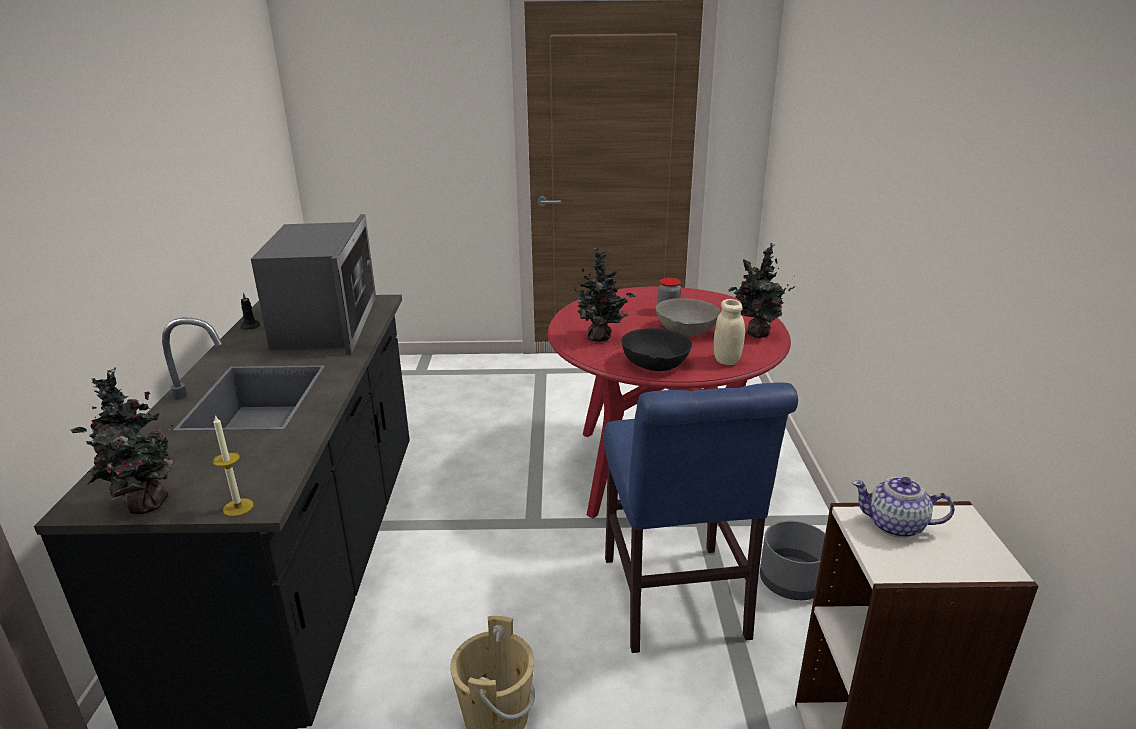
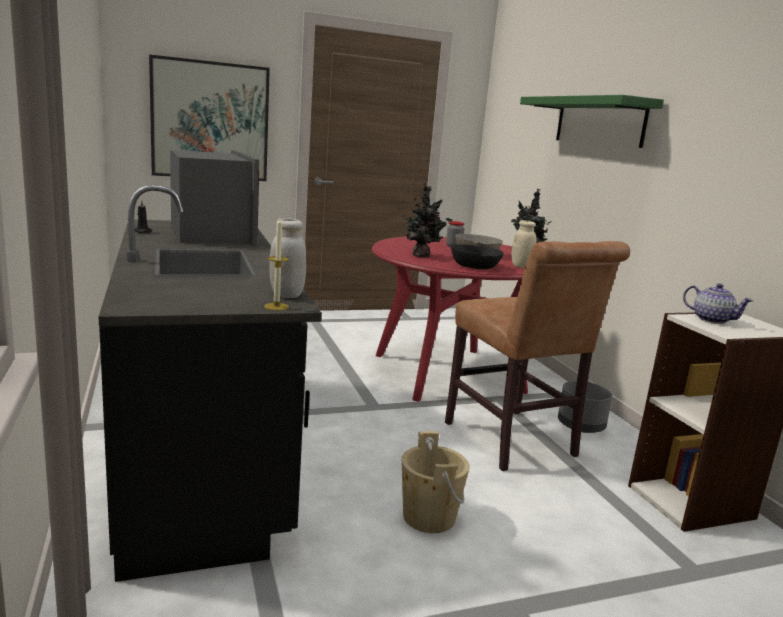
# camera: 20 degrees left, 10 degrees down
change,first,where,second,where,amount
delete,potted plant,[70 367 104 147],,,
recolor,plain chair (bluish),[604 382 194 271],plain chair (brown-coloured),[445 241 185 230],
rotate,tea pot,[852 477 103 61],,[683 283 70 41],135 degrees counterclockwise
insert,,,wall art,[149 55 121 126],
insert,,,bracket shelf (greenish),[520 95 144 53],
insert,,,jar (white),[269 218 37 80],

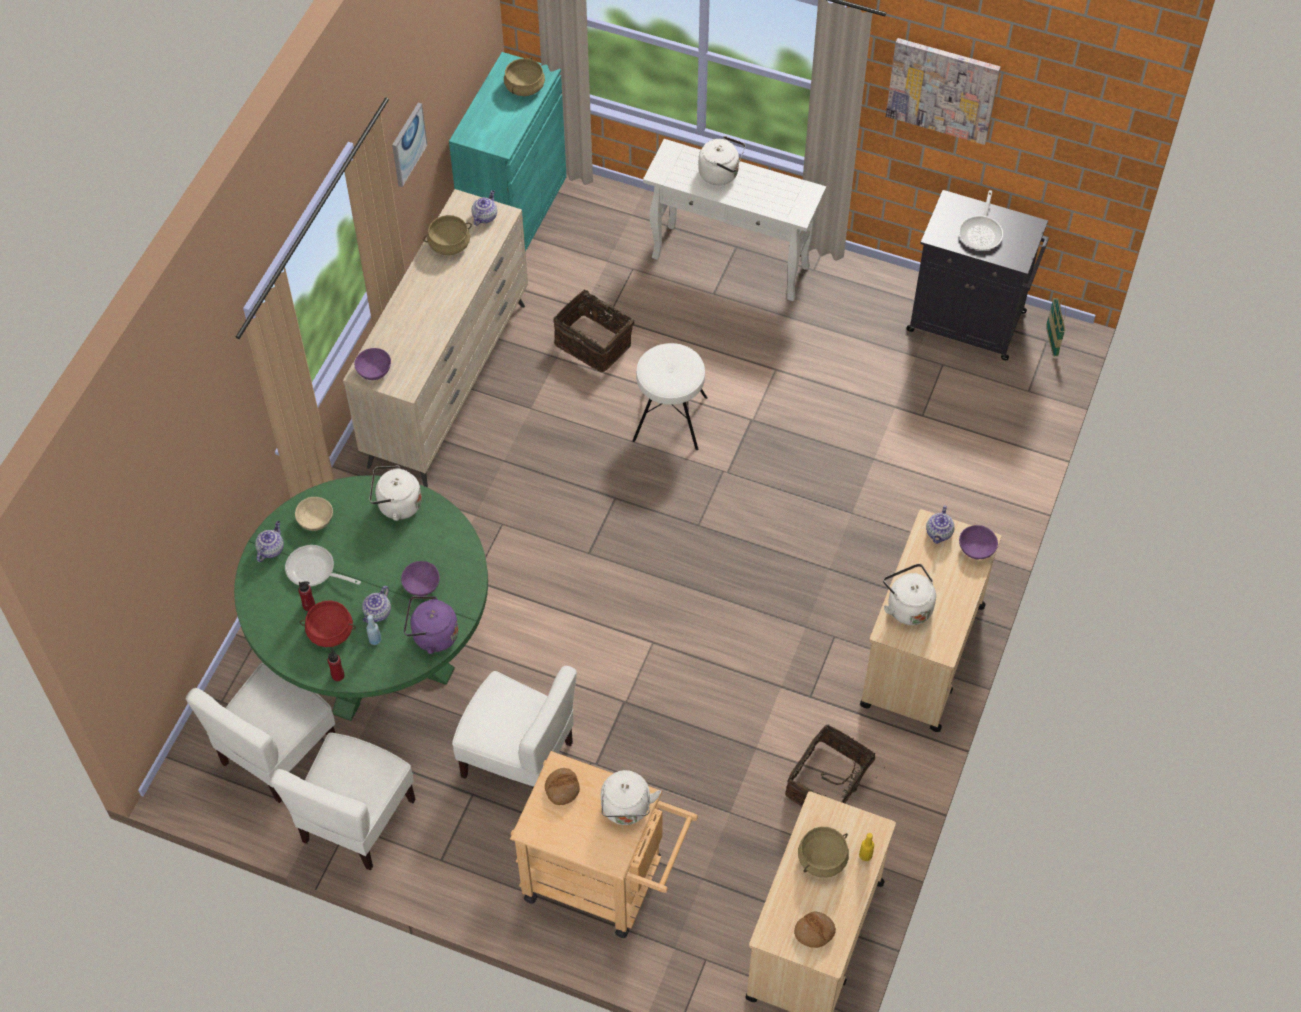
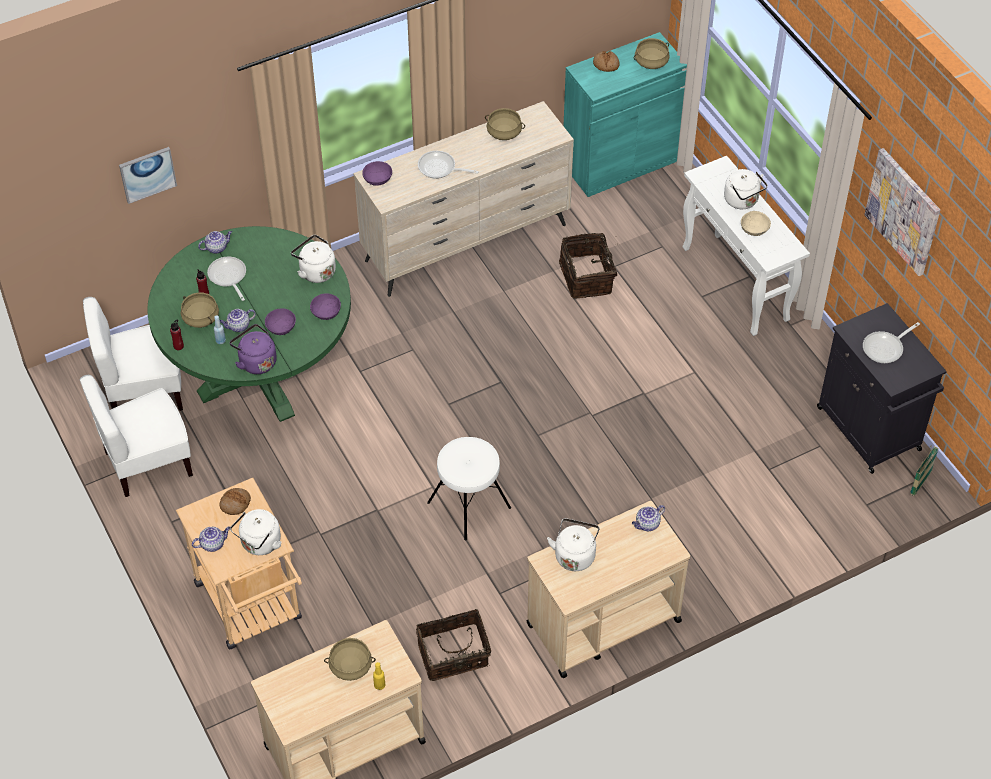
# camera: 40 degrees right, 5 degrees down
change,first,where,second,where,amount
move,wall art,[392 103 36 84],,[119 147 58 57],
move,tea pot,[472 190 25 36],,[192 527 38 25],
move,stool (white),[632 343 76 107],,[427 437 84 104],
move,serving bowl (sand-coloured),[295 497 38 34],,[741 211 30 25],
move,serving bowl (purple-coloured),[959 525 39 34],,[310 293 31 27],
recolor,stockpot (red),[300 600 56 47],stockpot (sand-coloured),[181 293 38 35],
delete,plain chair (white),[452 666 125 124],,,
move,bread,[794 911 42 37],,[593 51 27 21],
insert,,,pan,[418 151 61 28],

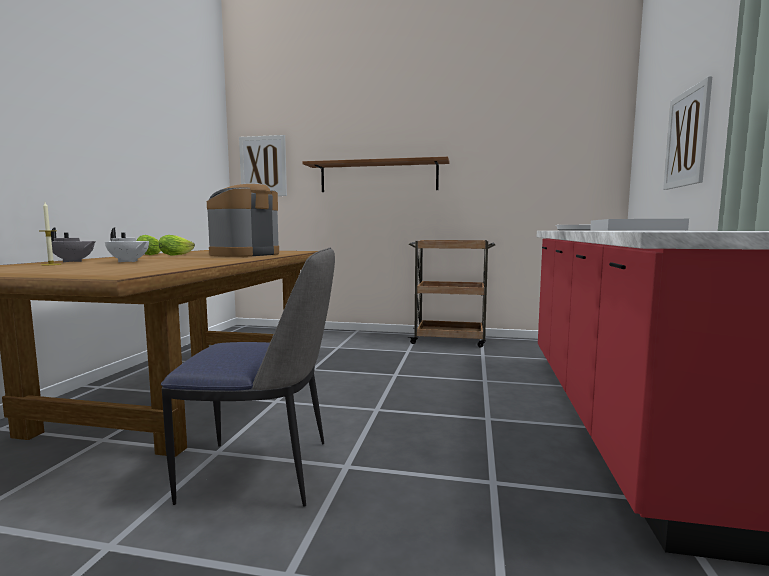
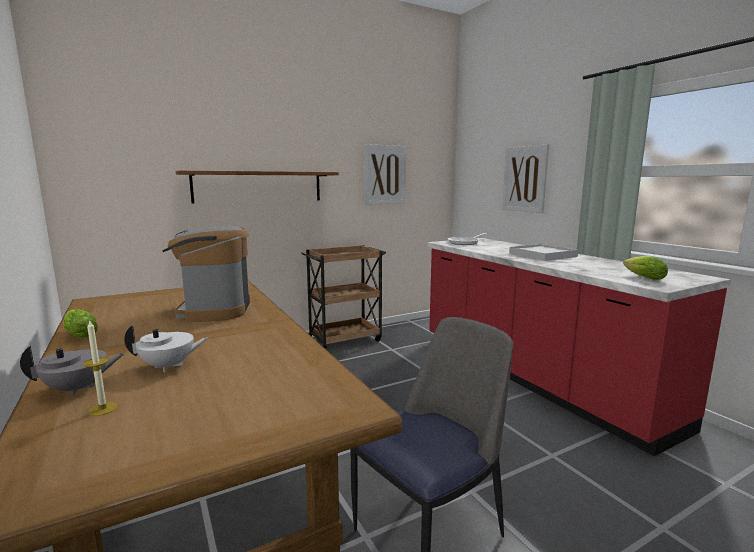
# camera: 40 degrees left, 5 degrees up
change,first,where,second,where,amount
move,wall art,[239 135 48 61],,[364 144 42 61],
move,head of lettuce,[158 235 37 21],,[623 256 45 24],

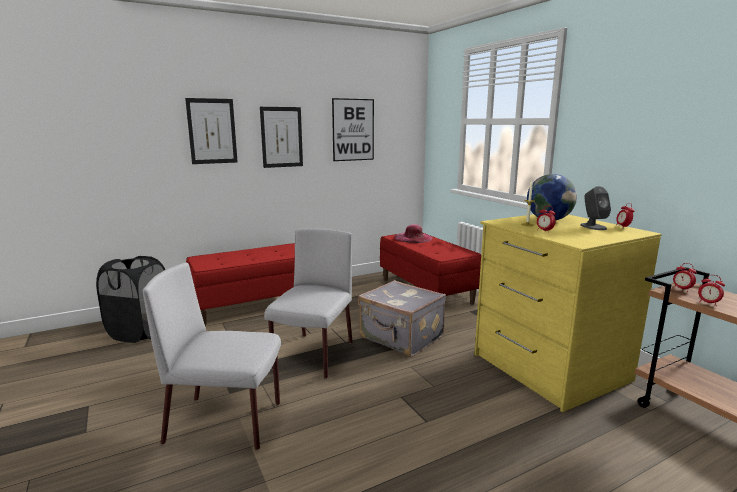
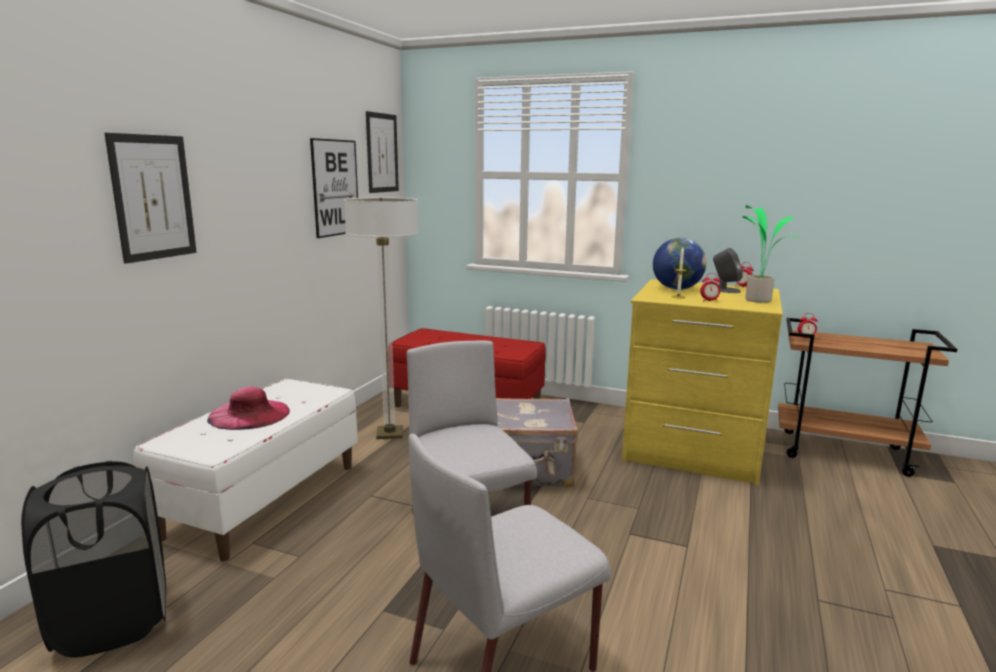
# camera: 40 degrees left, 0 degrees up
change,first,where,second,where,amount
move,wall art,[260 107 43 61],,[366 111 33 82],
move,hat (pinkish),[395 224 37 19],,[207 386 83 44],
recolor,long seat (red),[186 243 109 83],long seat (white),[133 379 225 182],
delete,alarm clock,[698 275 27 29],,,
insert,,,standing lamp,[344 197 74 242],
insert,,,potted plant,[743 205 56 98],

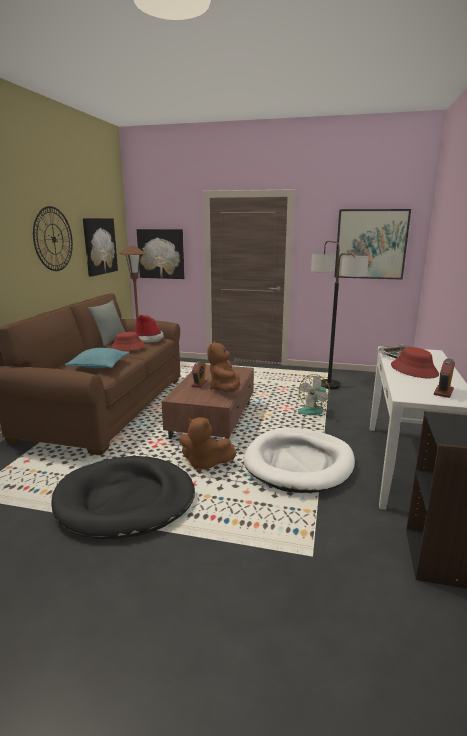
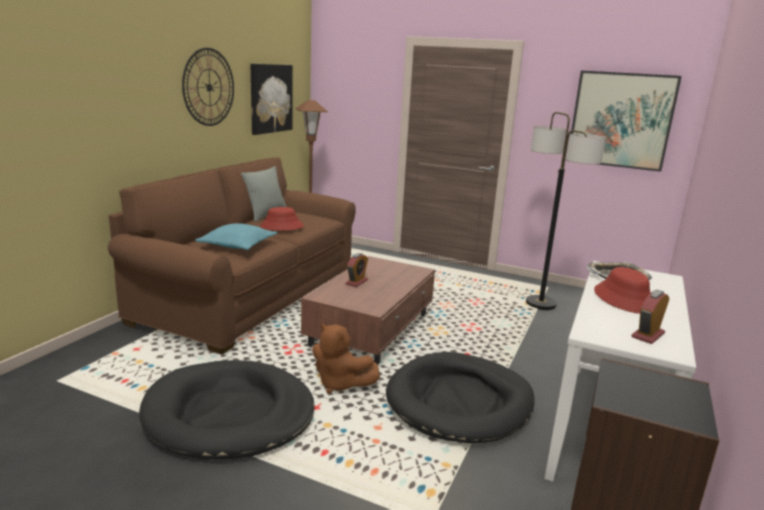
# camera: 10 degrees right, 0 degrees up
change,first,where,second,where,amount
delete,wall art,[137 229 48 50],,,
delete,hat,[134 315 30 28],,,
delete,plush toy (brown-coloured),[207 341 33 52],,,
delete,electric fan,[298 374 32 41],,,
recolor,dog cushion (white),[243 428 112 65],dog cushion (blackish),[386 352 148 91],

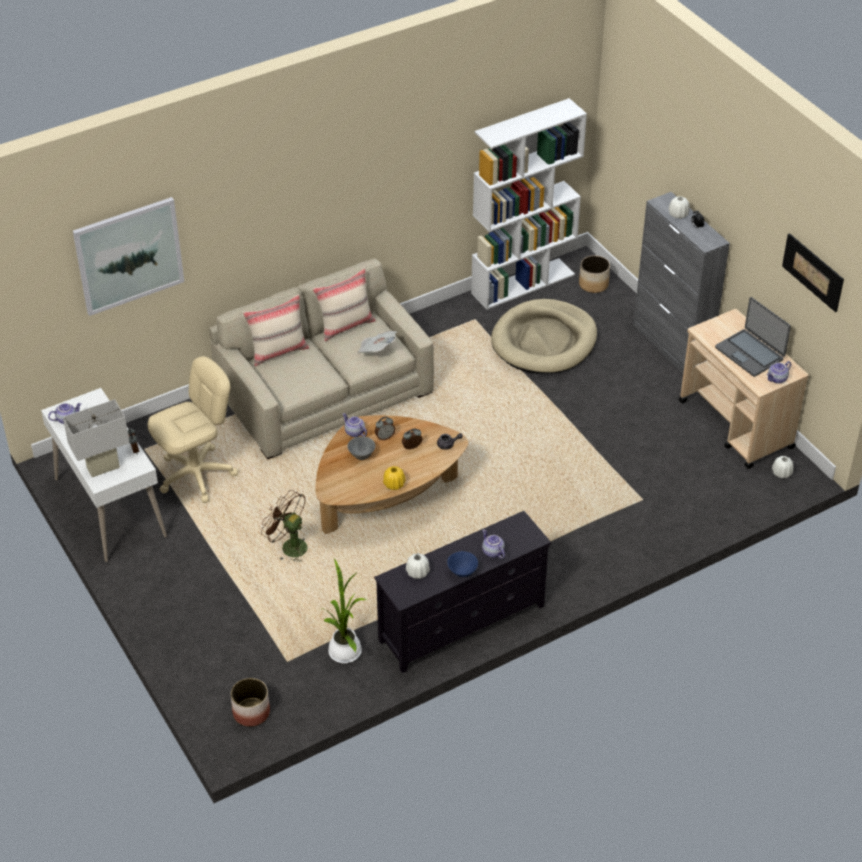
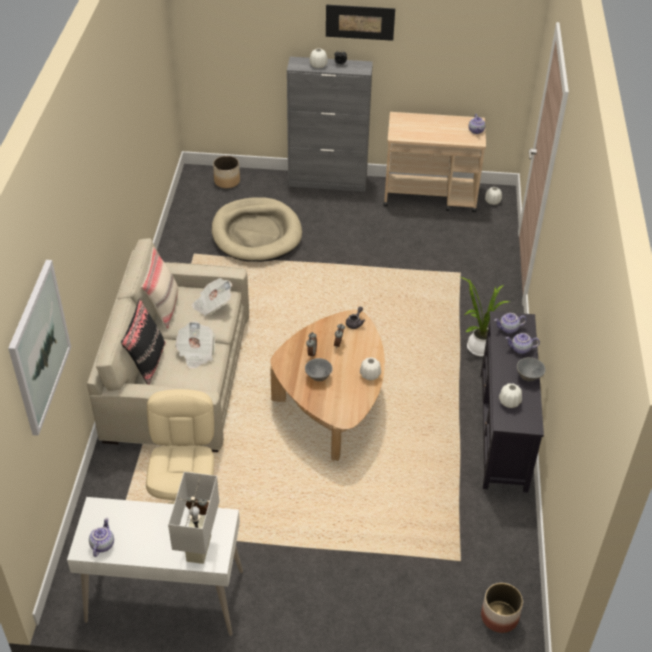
# camera: 55 degrees left, 0 degrees up
change,first,where,second,where,amount
delete,bookshelf (white),[471 98 116 212],,,
move,wall art,[782 233 62 79],,[326 5 69 36],
recolor,pillow (sand-coloured),[243 295 66 71],pillow (blackish),[121 299 45 86],
delete,notebook computer,[715 297 76 80],,,
move,tea pot,[343 413 24 24],,[494 313 33 21],
recolor,decorative vase (yellowish),[383 466 22 24],decorative vase (white),[360 357 21 23],
delete,electric fan (brown-coloured),[261 490 47 72],,,
recolor,serving bowl (bluish),[447 551 31 26],serving bowl (grey),[517 357 29 25],
move,potted plant,[321 559 46 104],,[461 277 49 79],
insert,,,printed paper,[175 321 40 48],

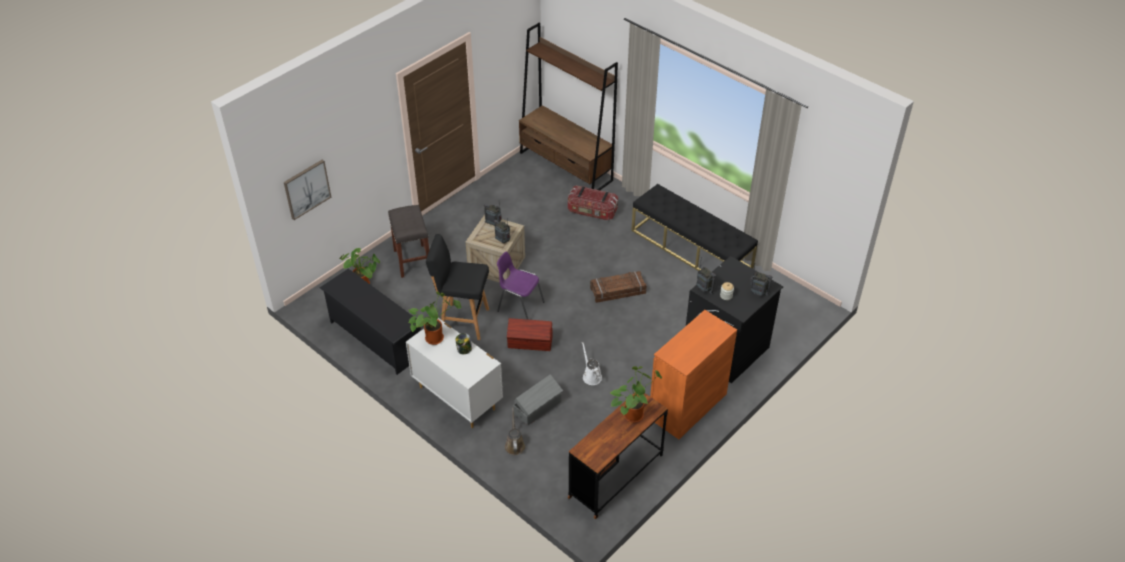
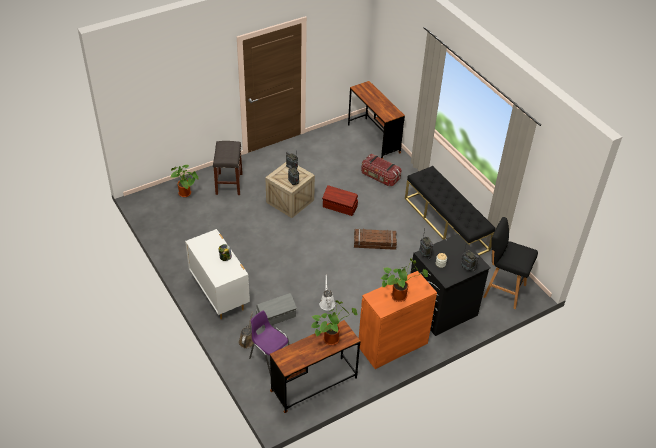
# camera: 15 degrees right, 0 degrees up
change,first,where,second,where,amount
replace,bookshelf (brown-coloured),[519 23 99 167],desk (brown-coloured),[348 81 57 78],
delete,wall art,[284 160 47 60],,,
move,stool (blackish),[426 234 63 106],,[484 217 54 92],
move,plain chair (purple-coloured),[497 251 48 69],,[249 311 41 66],
delete,shoe shelf (blackish),[320 269 101 106],,,
move,potted plant,[408 291 53 54],,[381 258 47 44],
move,storage box (brown-coloured),[507 318 46 33],,[322 185 36 31],

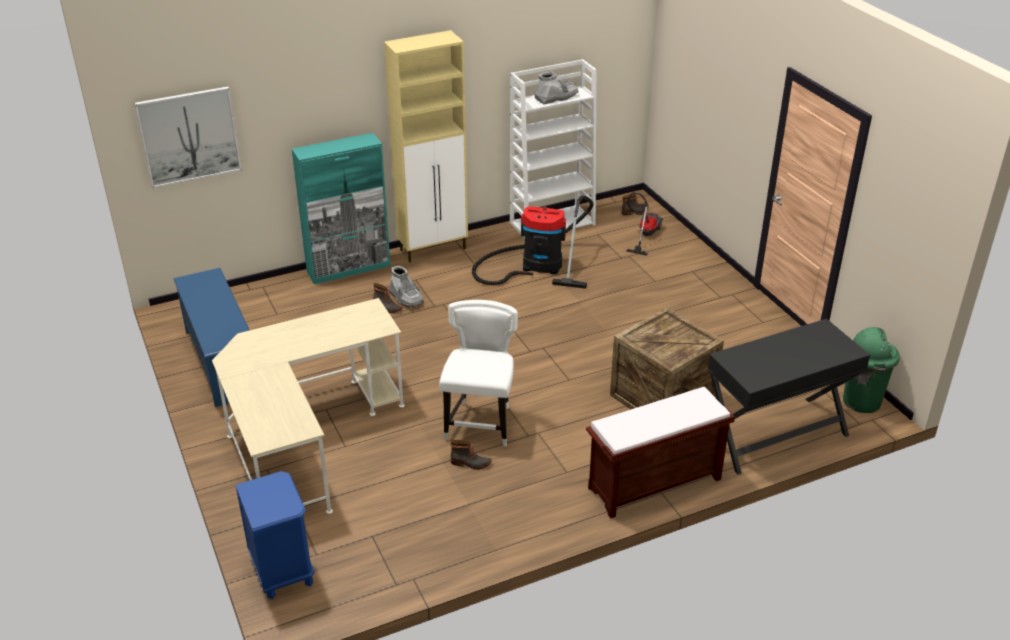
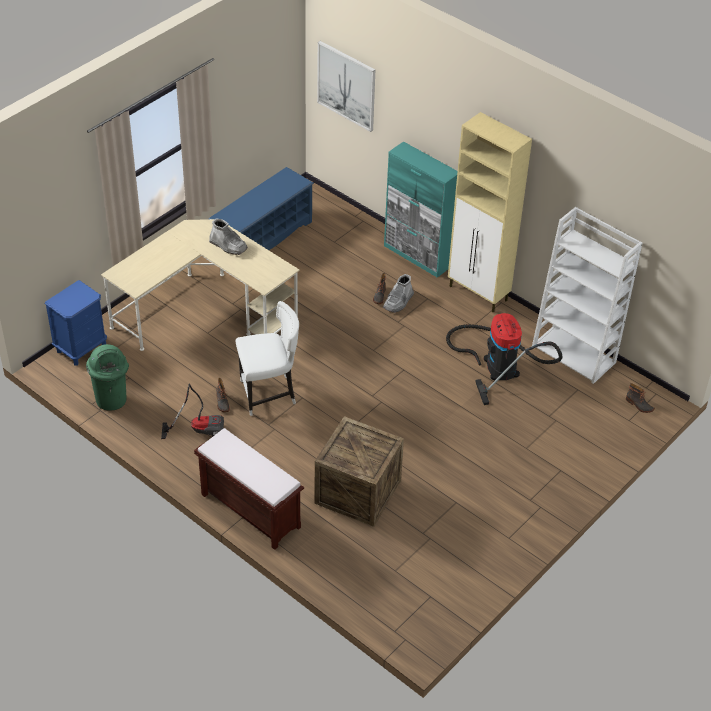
# camera: 65 degrees right, 10 degrees up
change,first,where,second,where,amount
move,boot (grey),[535 72 43 32],,[209 219 39 36],
move,vacuum cleaner,[627 192 36 64],,[161 383 63 56],
delete,desk (blackish),[707 319 163 156],,,
move,rubbish bin (greenish),[843 327 57 86],,[86 344 43 67],

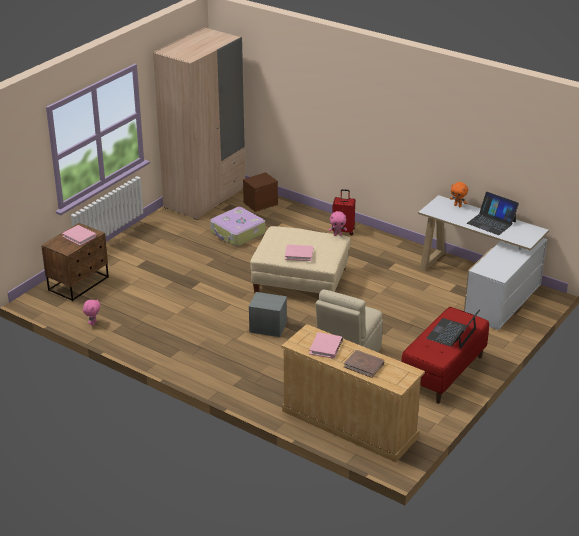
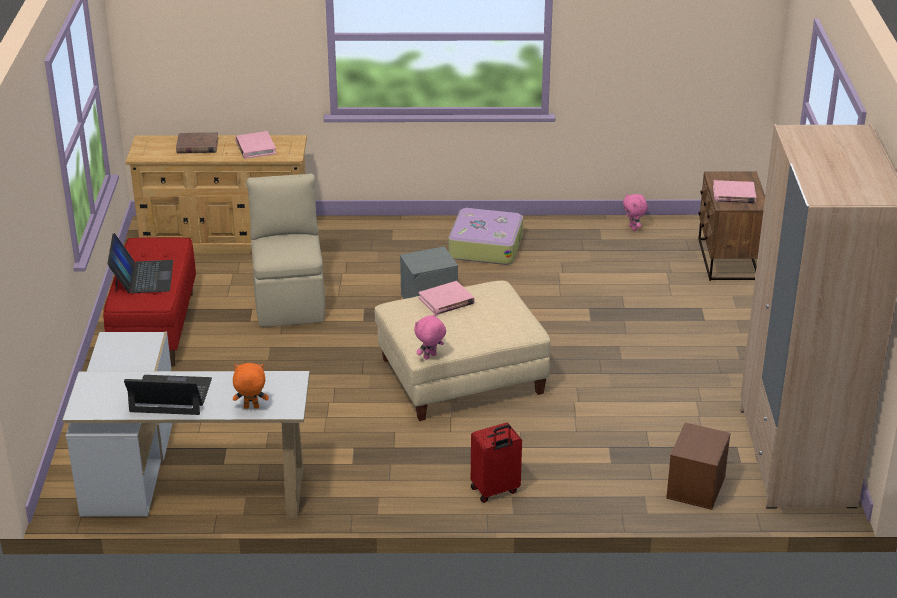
# camera: 145 degrees right, 0 degrees up
change,first,where,second,where,amount
move,travel case,[210 207 55 39],,[449 208 74 57],

